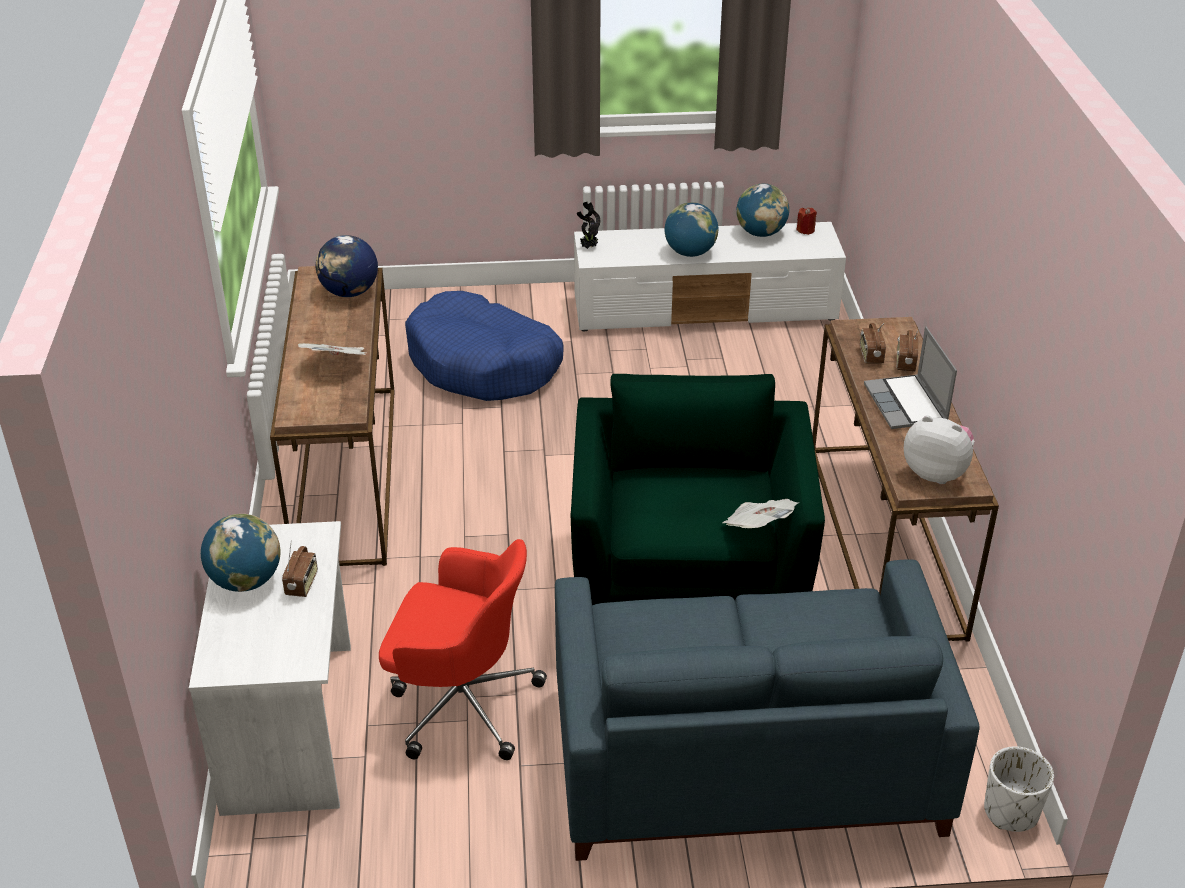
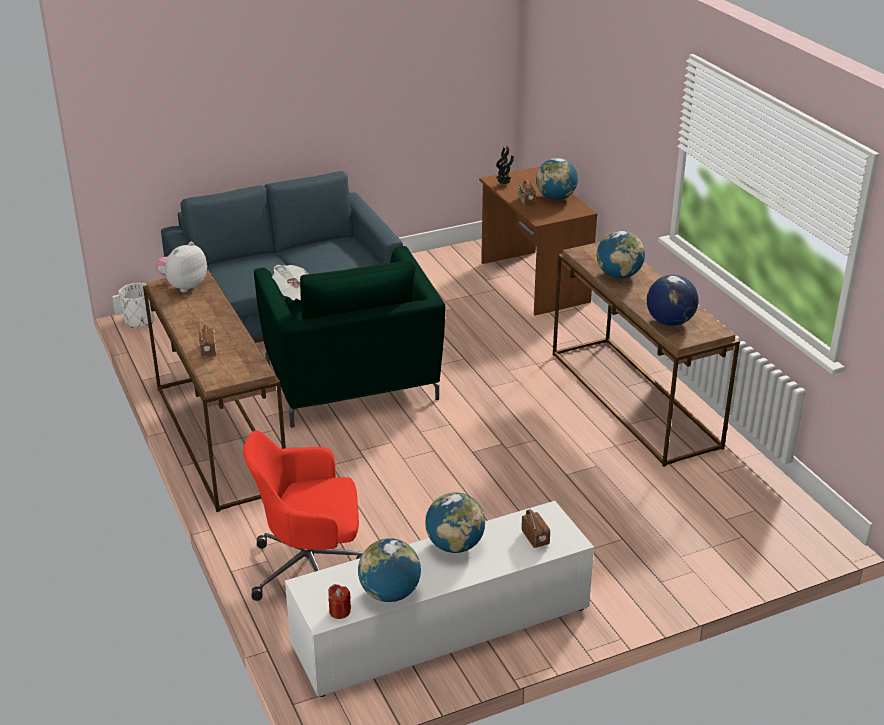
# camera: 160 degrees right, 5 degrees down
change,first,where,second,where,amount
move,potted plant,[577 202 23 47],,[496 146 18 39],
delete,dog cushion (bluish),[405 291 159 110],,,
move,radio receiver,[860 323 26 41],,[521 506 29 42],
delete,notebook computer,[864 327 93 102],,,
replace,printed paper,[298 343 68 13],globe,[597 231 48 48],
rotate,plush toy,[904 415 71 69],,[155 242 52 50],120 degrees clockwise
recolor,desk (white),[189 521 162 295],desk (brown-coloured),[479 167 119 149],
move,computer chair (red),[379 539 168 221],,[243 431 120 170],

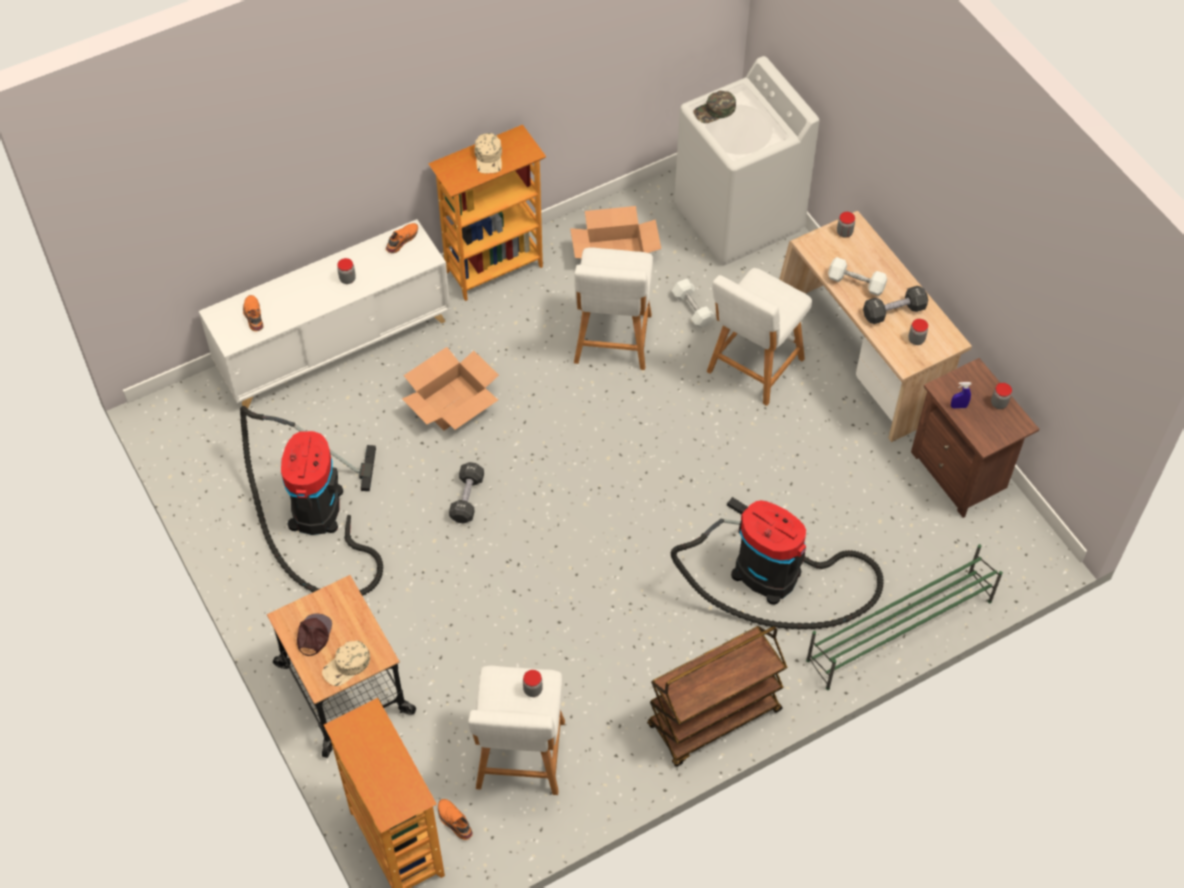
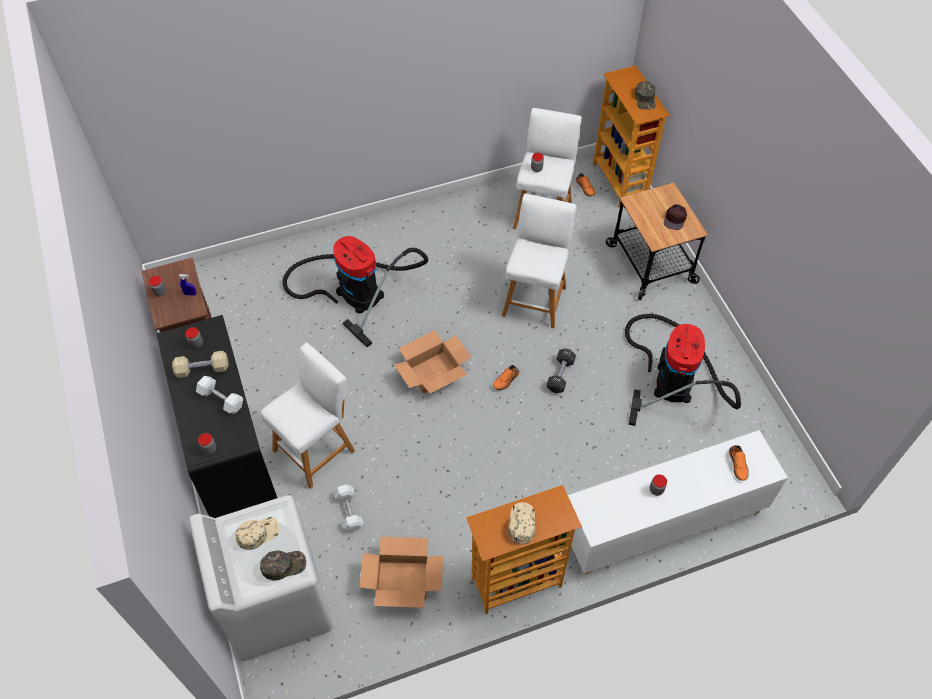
# camera: 170 degrees left, 0 degrees up
change,first,where,second,where,amount
recolor,desk (sand-coloured),[779 211 193 231],desk (blackish),[156 315 121 203],
move,shoe (orange-coloured),[386 223 32 30],,[493 365 26 25],
move,stool (white),[574 247 79 123],,[502 194 75 134],
recolor,dumbbell (blackish),[863 286 65 38],dumbbell (sand-coloured),[172 351 57 27],
move,packing box,[402 347 97 84],,[394 330 77 64],
delete,shoe shelf (greenish),[806 544 197 146],,,
delete,cart (brown-coloured),[647 626 140 141],,,
move,cap (sand-coloured),[322 641 48 45],,[235 517 45 33],
insert,,,cap (greenish),[635 81 21 29],

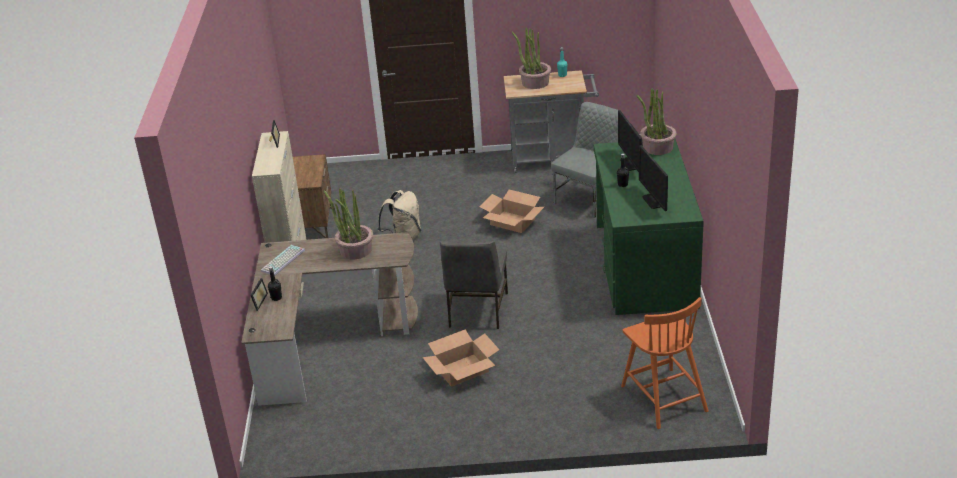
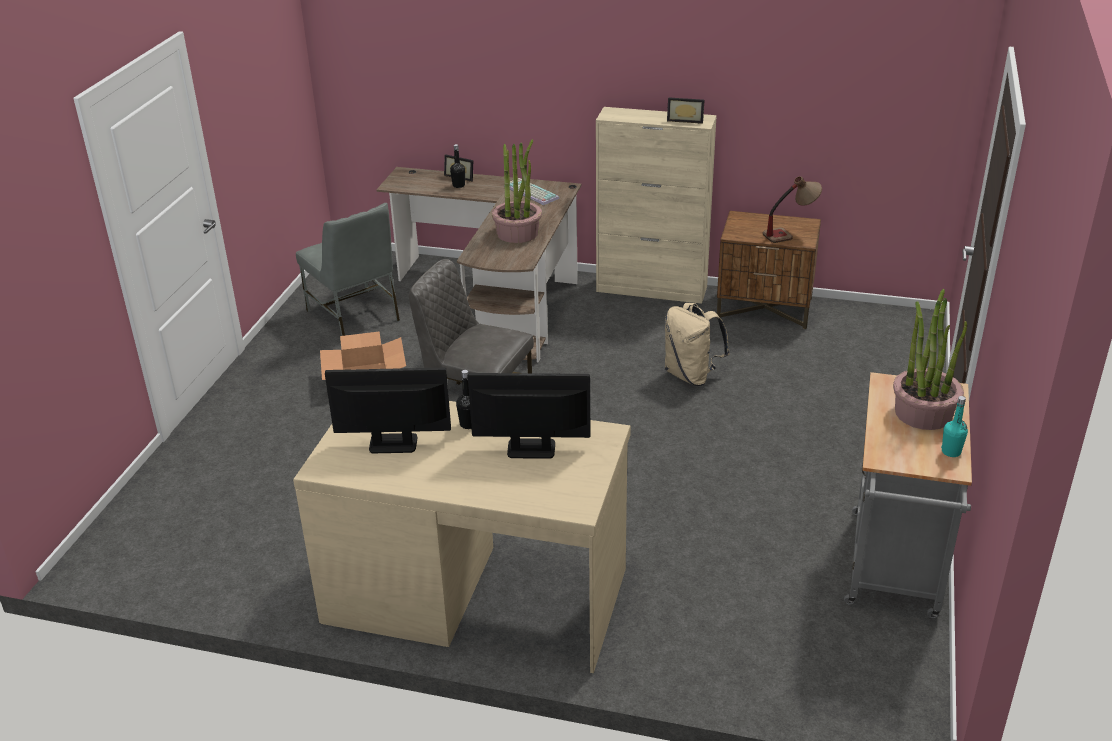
# camera: 105 degrees right, 0 degrees up
change,first,where,second,where,amount
delete,potted plant,[637 89 40 66],,,
move,plain chair (grey),[551 102 67 116],,[296 203 104 133],
recolor,desk (greenish),[593 139 111 176],desk (sand-coloured),[293 401 338 272],
delete,packing box,[479 190 65 43],,,
delete,plain chair (orange-coloured),[621 297 88 132],,,
insert,,,table lamp,[763 176 59 67],

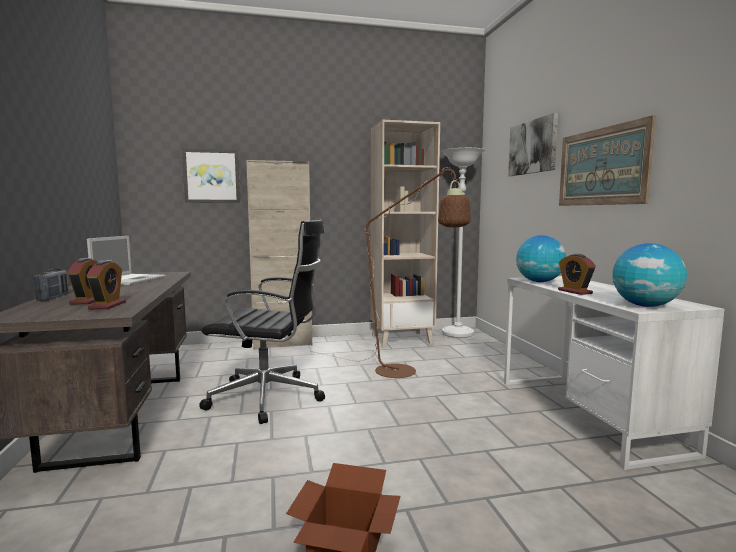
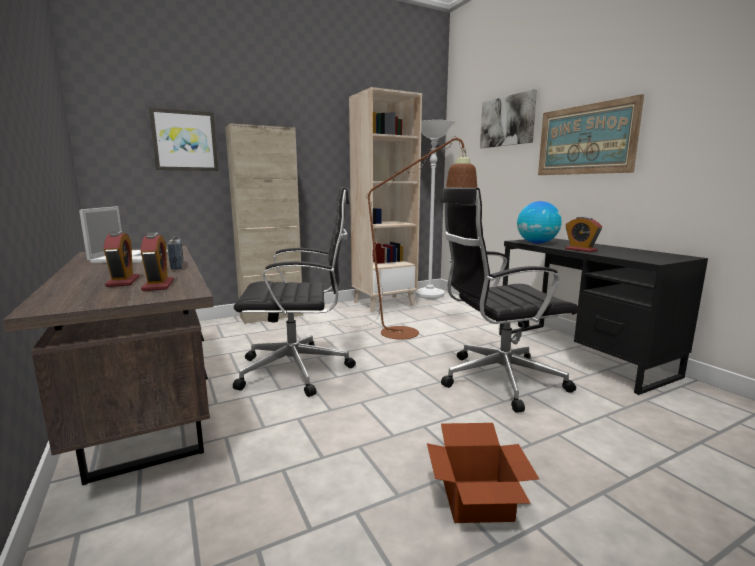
# camera: 15 degrees left, 5 degrees up
change,first,where,second,where,amount
delete,globe,[612 243 75 64],,,
move,radio receiver,[34 268 35 33],,[168 237 15 33],
recolor,desk (white),[504 276 220 194],desk (blackish),[499 238 209 157],
insert,,,computer chair (blackish),[441 188 138 224],

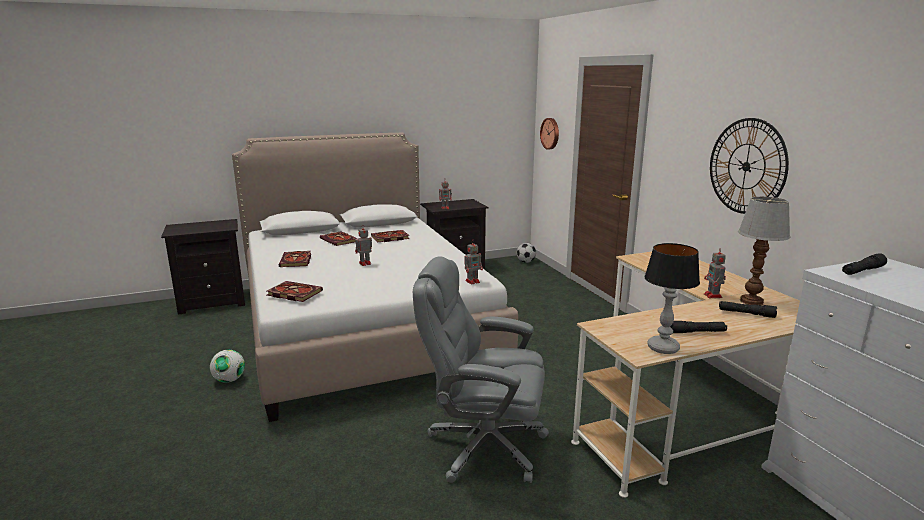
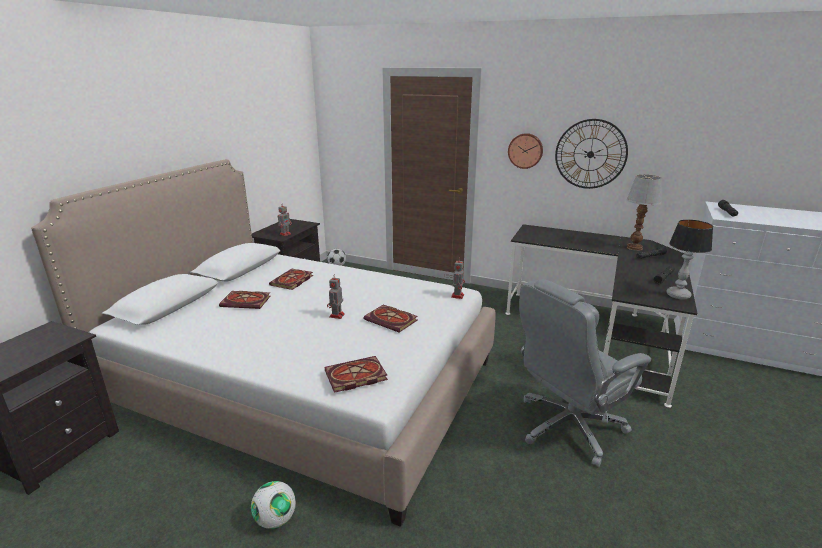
# camera: 45 degrees left, 5 degrees up
change,first,where,second,where,amount
move,wall clock,[540 118 19 31],,[508 133 35 36],
delete,model robot,[704 248 22 50],,,
move,bound book,[279 251 32 16],,[364 305 54 28],
recolor,desk (sand-coloured),[571 252 229 246],desk (blackish),[505 224 193 184],

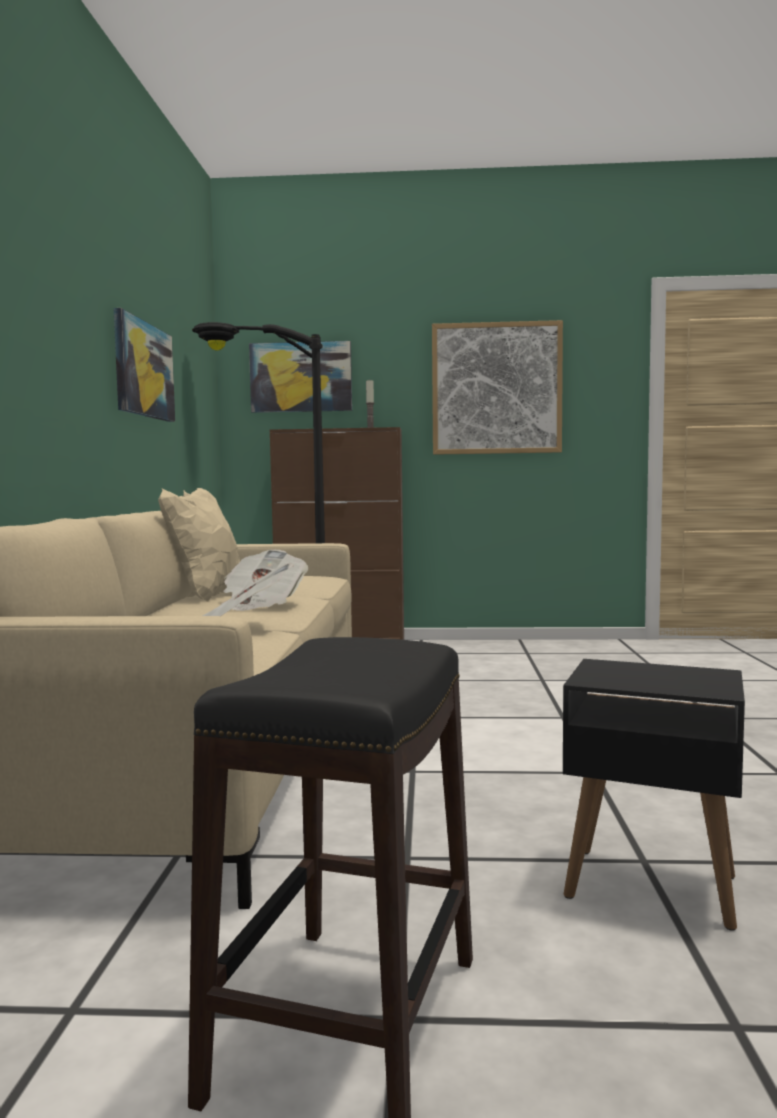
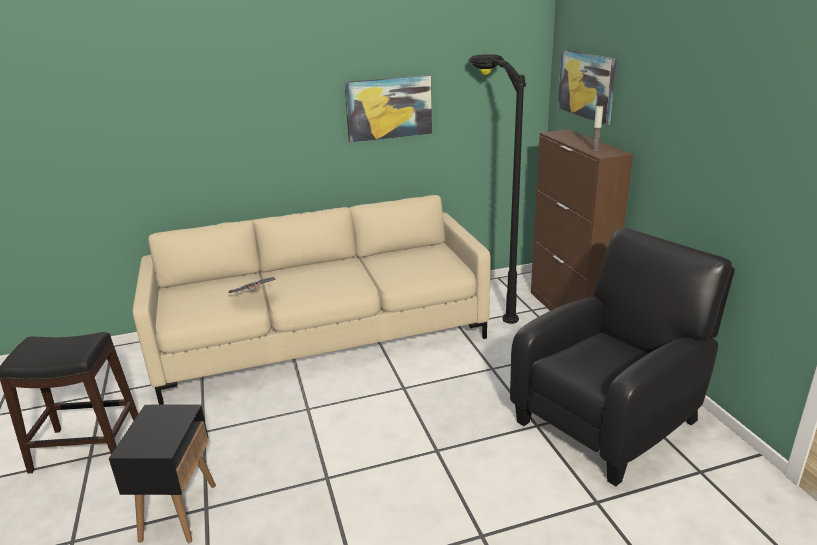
# camera: 70 degrees right, 20 degrees up
change,first,where,second,where,amount
delete,wall art,[432 320 131 135],,,
delete,pillow (sand-coloured),[158 488 82 114],,,
delete,printed paper,[223 549 86 62],,,
insert,,,easy chair (blackish),[510 228 225 258],

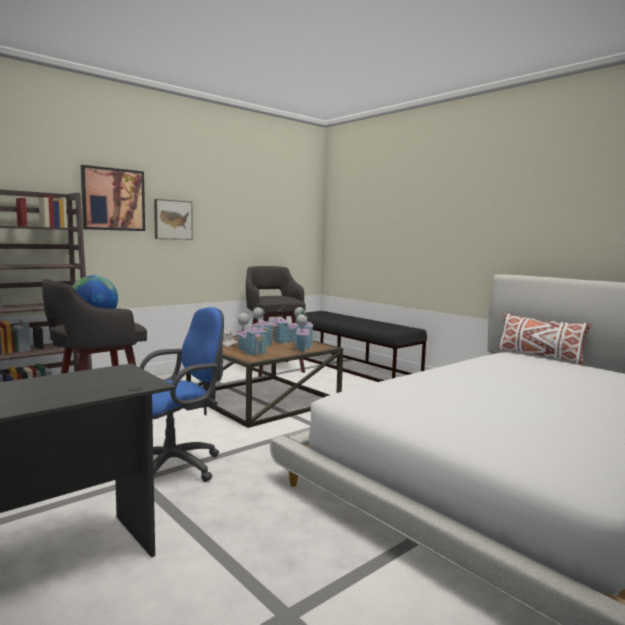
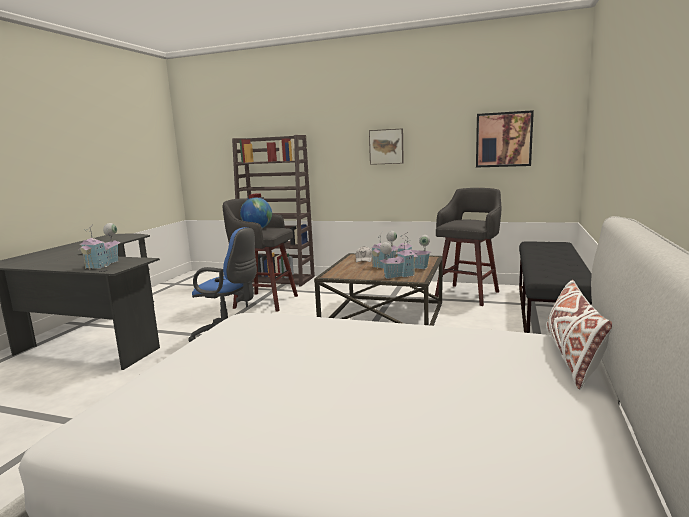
# camera: 60 degrees right, 5 degrees up
change,first,where,second,where,amount
move,wall art,[81 165 64 66],,[476 110 58 58],
move,toy house,[235 313 32 43],,[78 223 43 47],

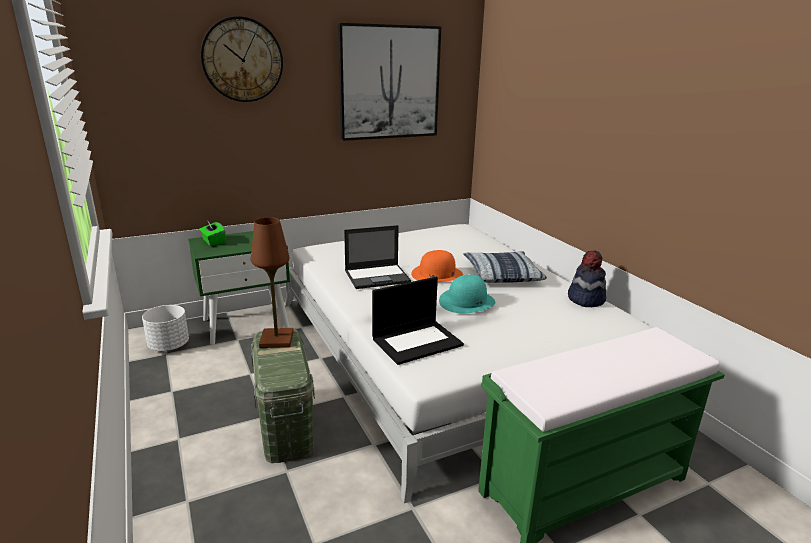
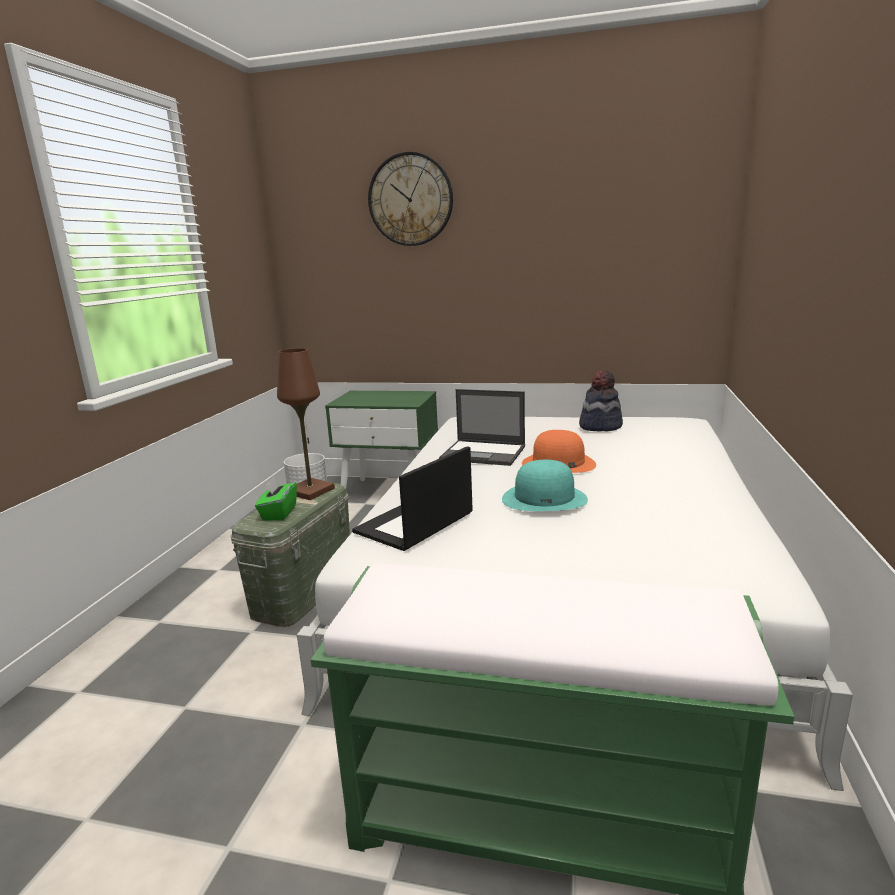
# camera: 40 degrees right, 5 degrees down
change,first,where,second,where,amount
delete,wall art,[338 23 103 118],,,
move,tissue box (greenish),[200 220 26 26],,[255 476 42 44],
move,hat,[568 250 38 57],,[579 371 44 61],
delete,pillow,[463 251 84 32],,,
rotate,notebook computer,[372 277 92 88],,[352 446 121 105],120 degrees clockwise

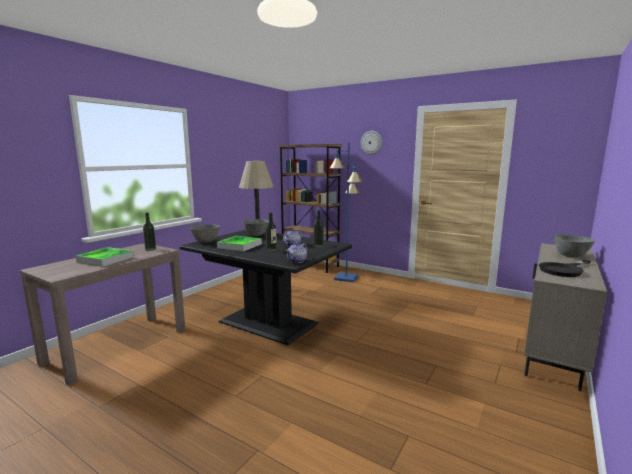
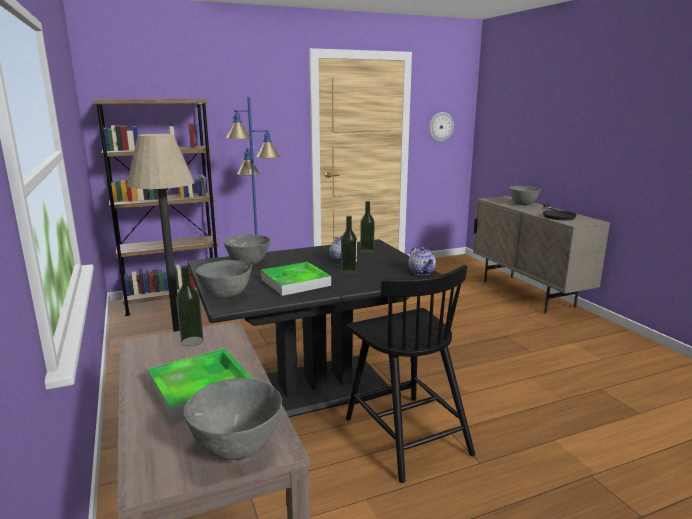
# camera: 55 degrees left, 5 degrees up
change,first,where,second,where,amount
move,wall clock,[361 131 21 24],,[429 112 25 30],
insert,,,plain chair (blackish),[346 265 129 218],
insert,,,serving bowl (grey),[183 378 99 82],

